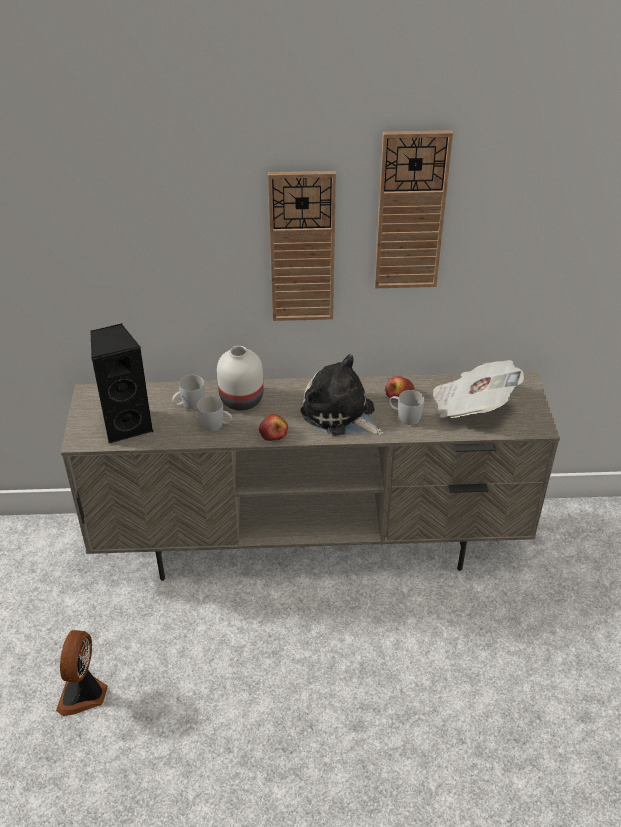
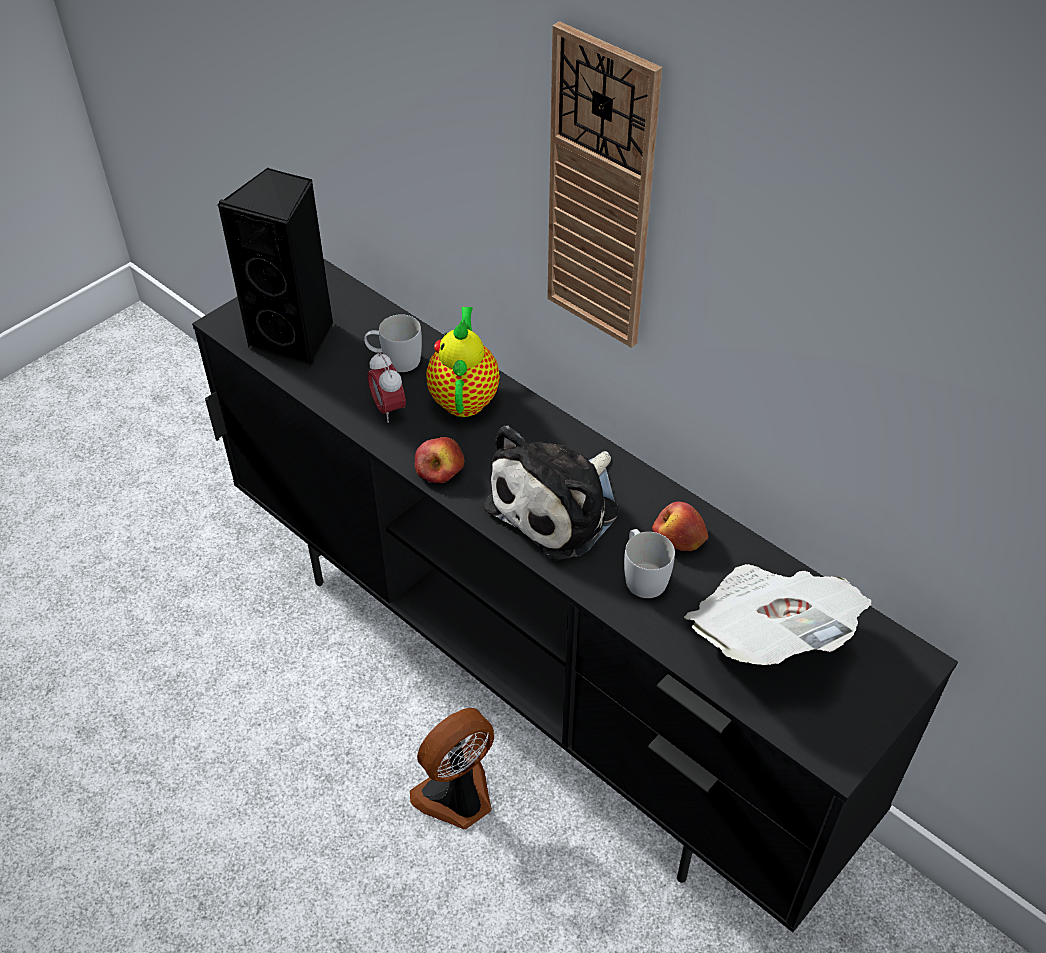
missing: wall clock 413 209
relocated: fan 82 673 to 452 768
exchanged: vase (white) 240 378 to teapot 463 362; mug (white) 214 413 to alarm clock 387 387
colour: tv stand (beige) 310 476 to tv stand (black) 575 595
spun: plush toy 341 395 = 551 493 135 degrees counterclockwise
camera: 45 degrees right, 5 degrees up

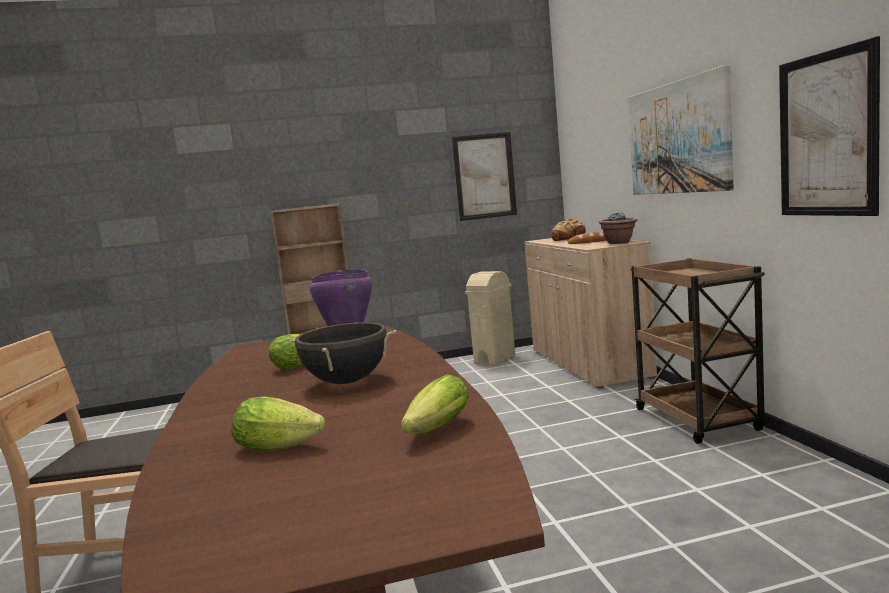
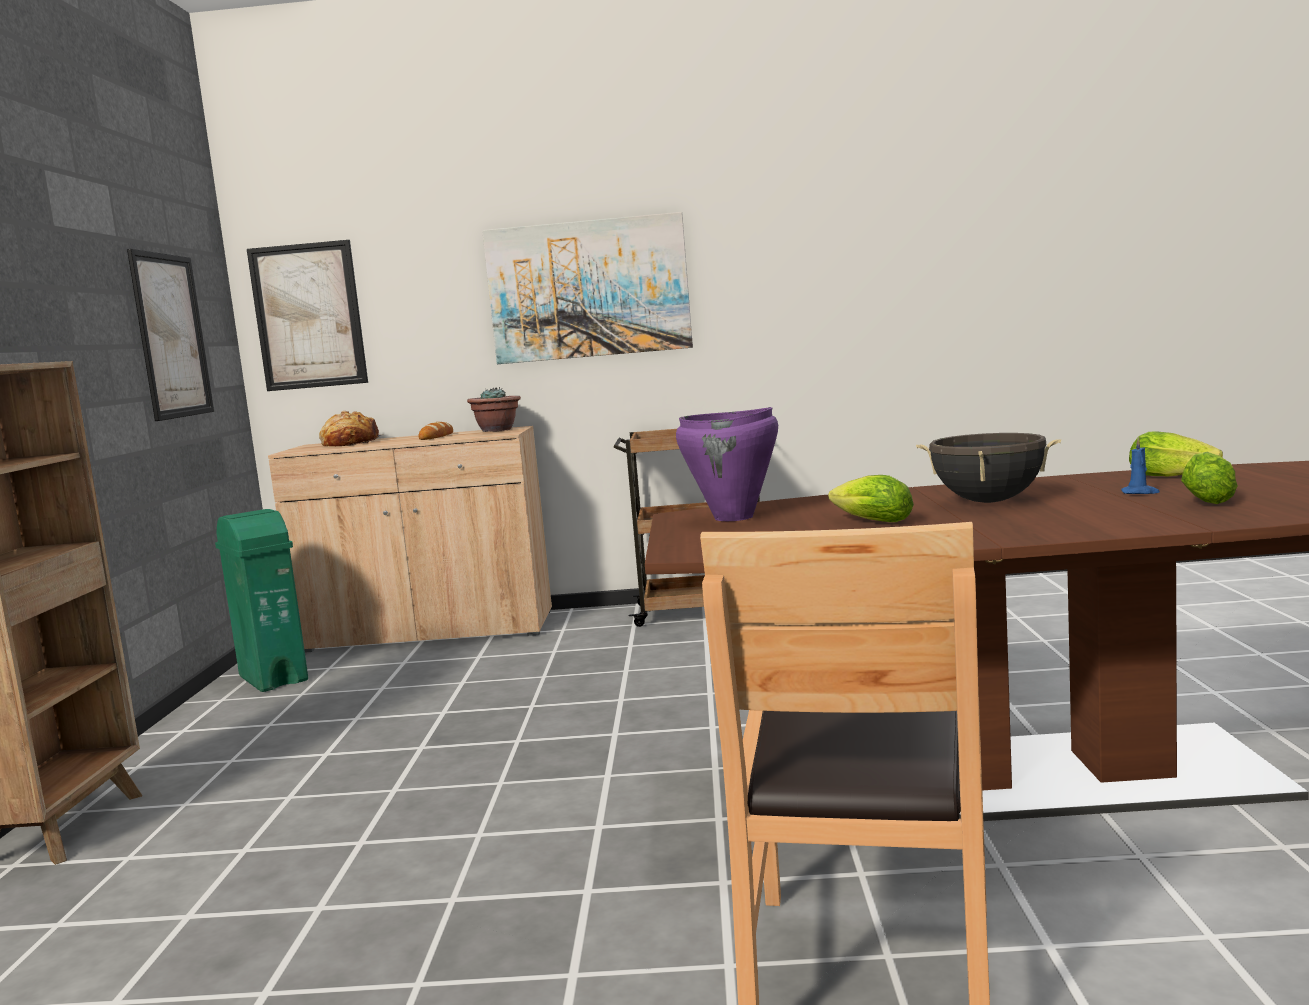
appeared: candle (blue) 1140 465
relocated: picture 829 126 to 307 315
colour: trash can (beige) 490 318 to trash can (green) 261 600
camera: 75 degrees left, 0 degrees up

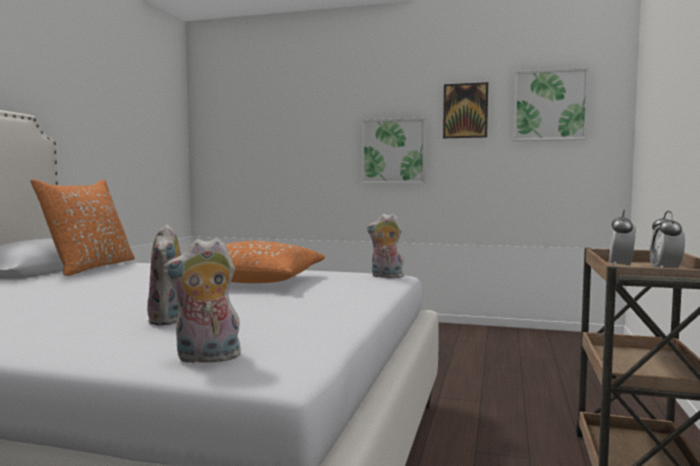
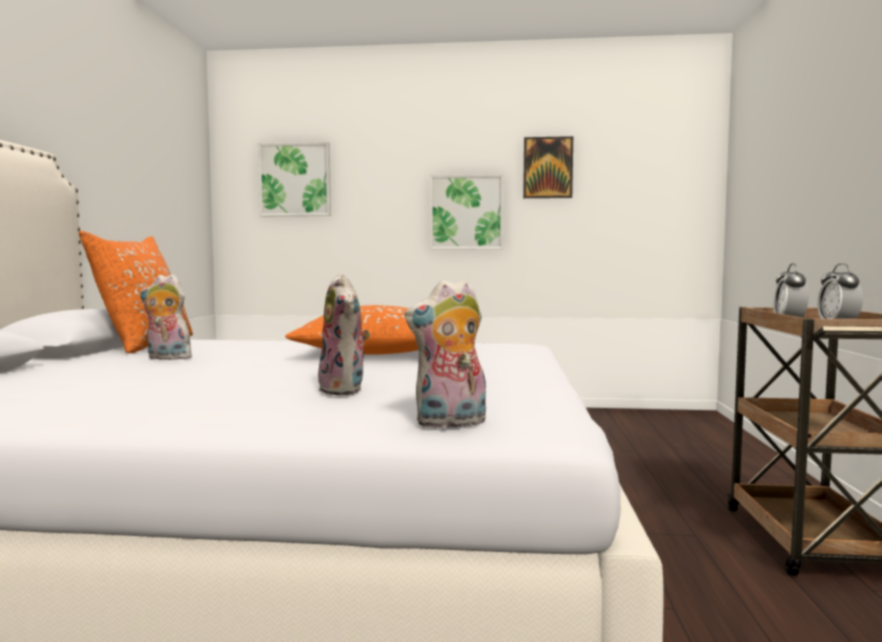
relocated: picture 551 104 to 294 179; plush toy 385 246 to 166 317
camera: 10 degrees left, 0 degrees up

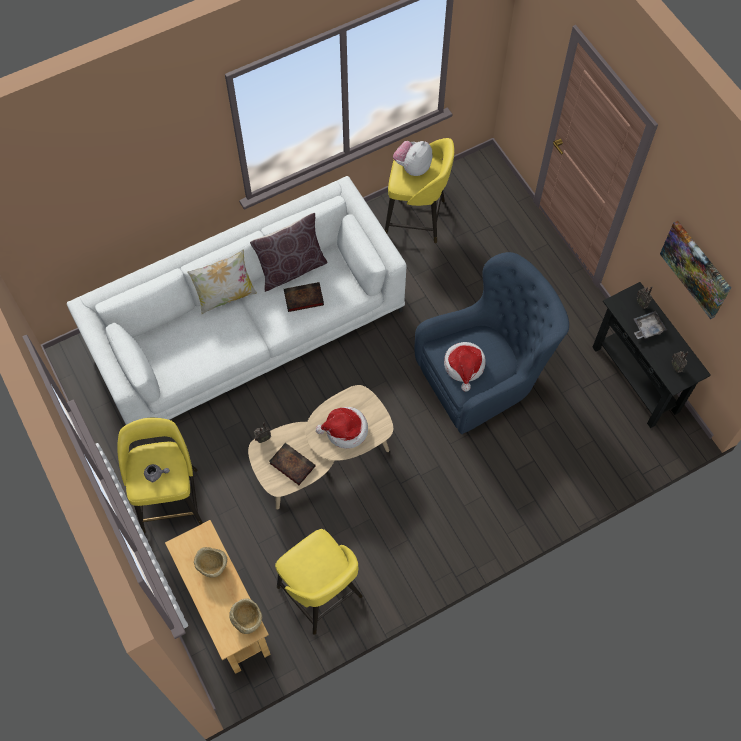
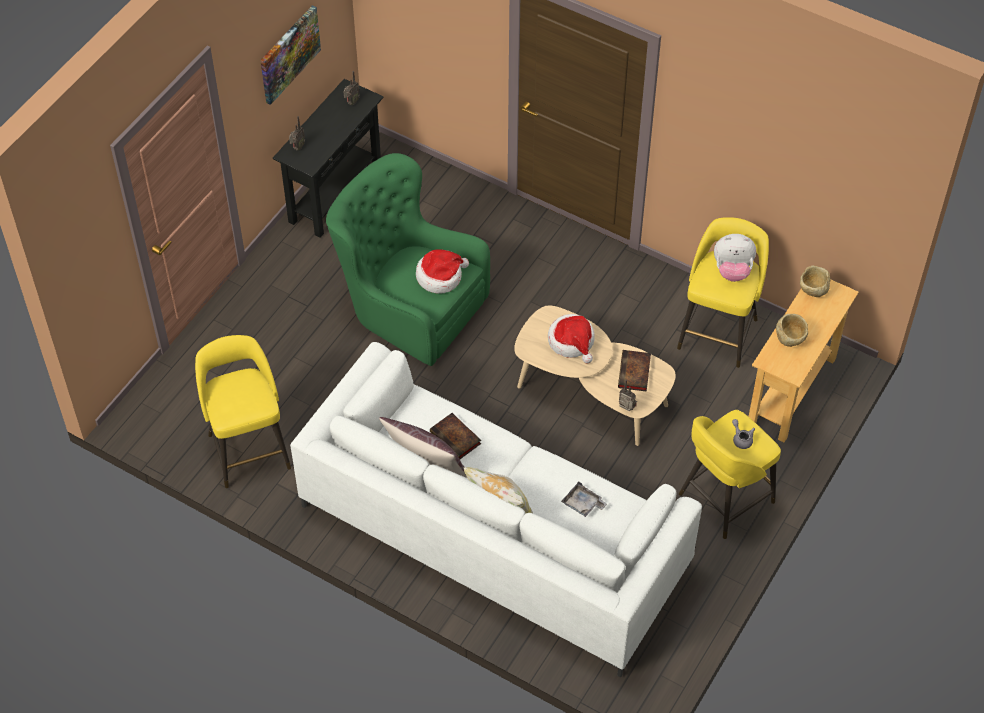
relocated: plush toy 413 158 to 735 258; tray (grey) 650 325 to 584 499
colour: armchair (blue) 492 343 to armchair (green) 408 259
camera: 120 degrees left, 10 degrees down

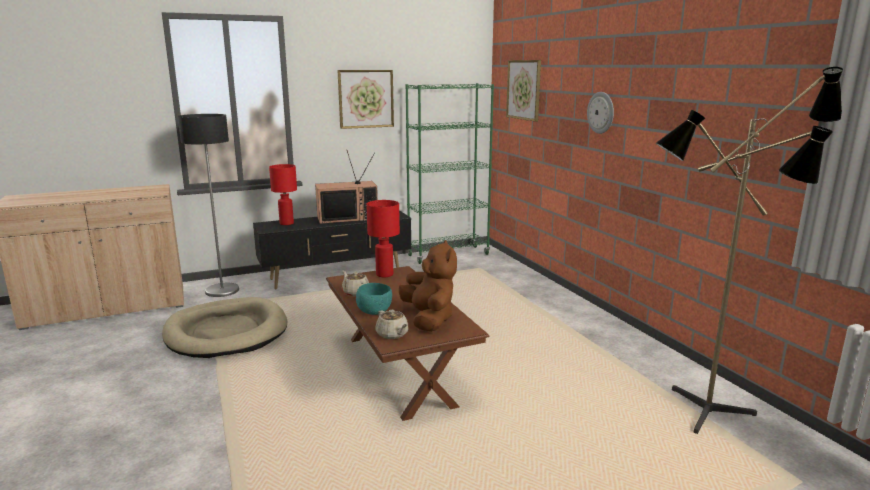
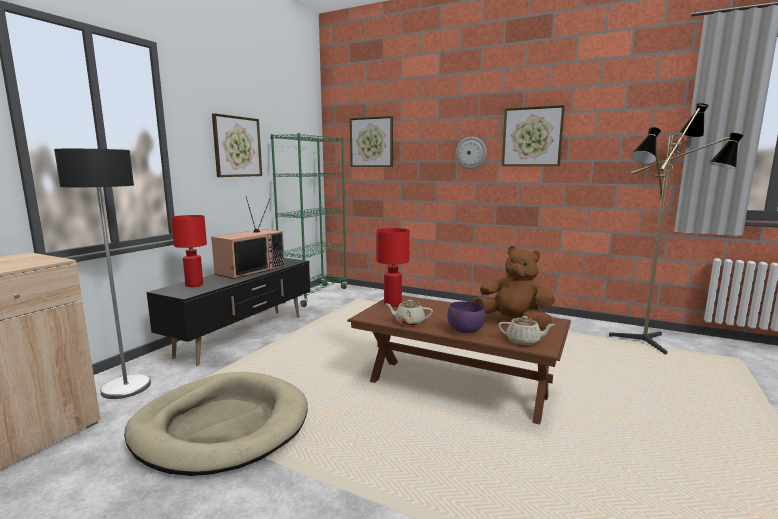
appeared: picture 533 135
colour: bowl (turquoise) 374 299 to bowl (purple) 466 317
camera: 40 degrees left, 5 degrees down

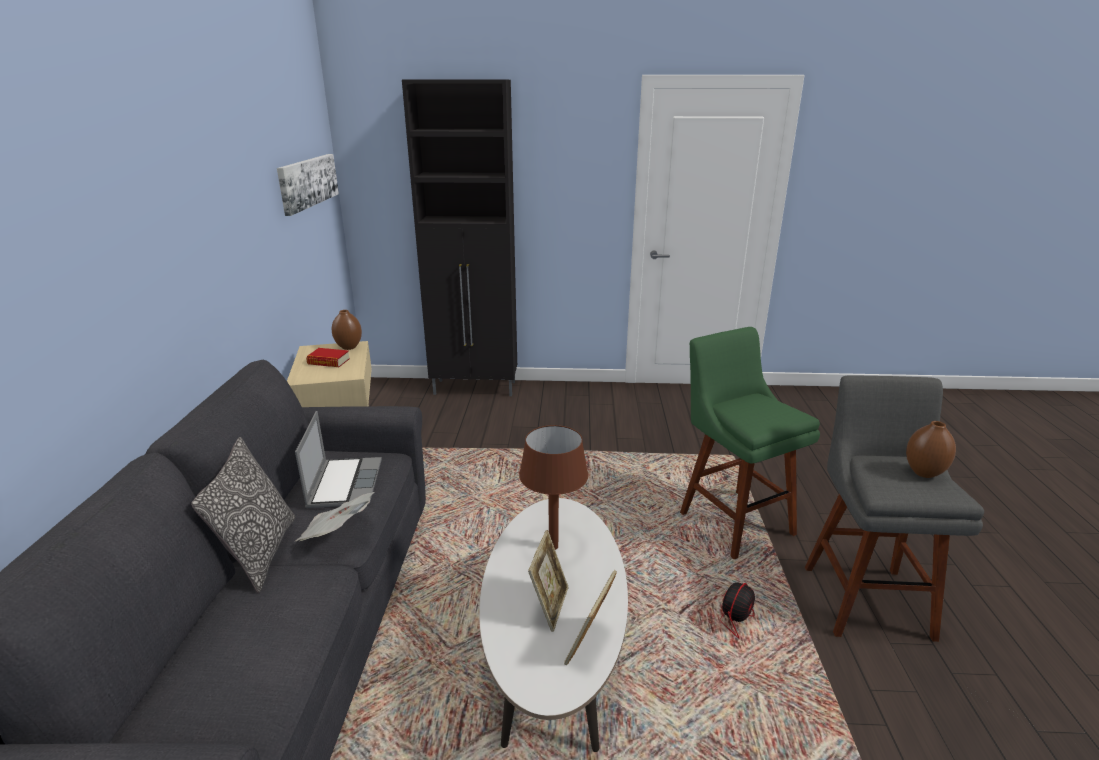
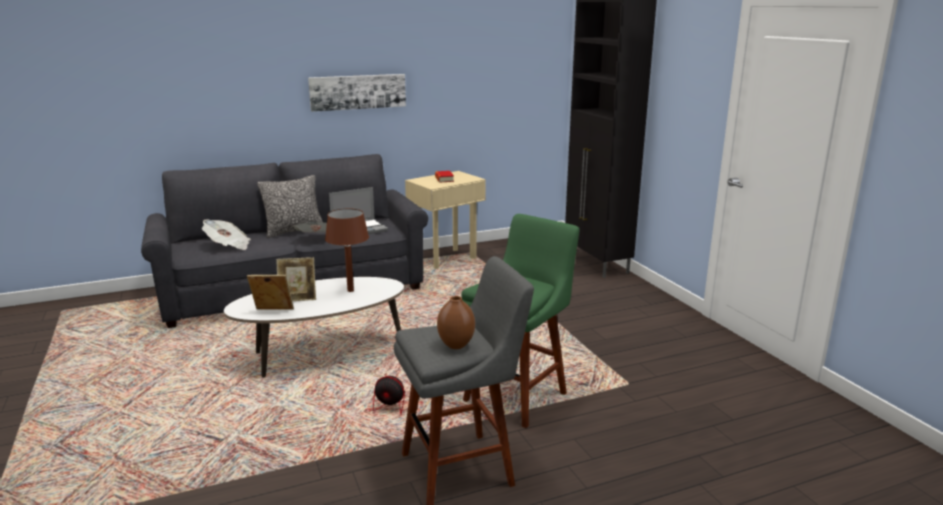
missing: vase (brown) 347 330
appeared: newspaper 226 234
relocated: picture 308 185 to 357 93
camera: 65 degrees right, 5 degrees down

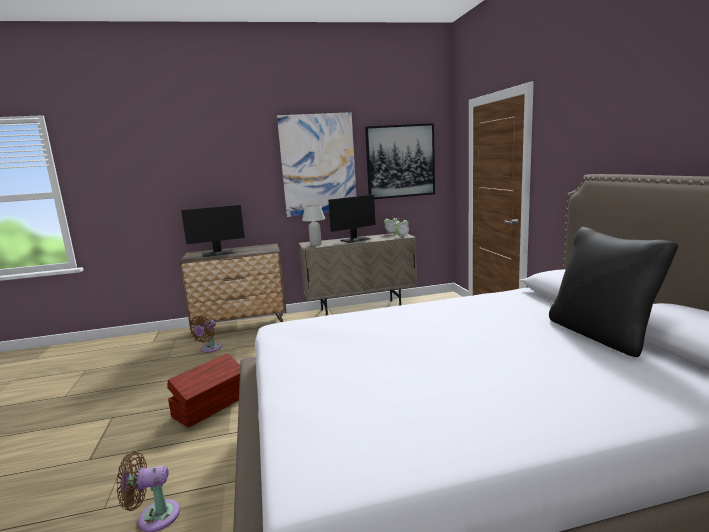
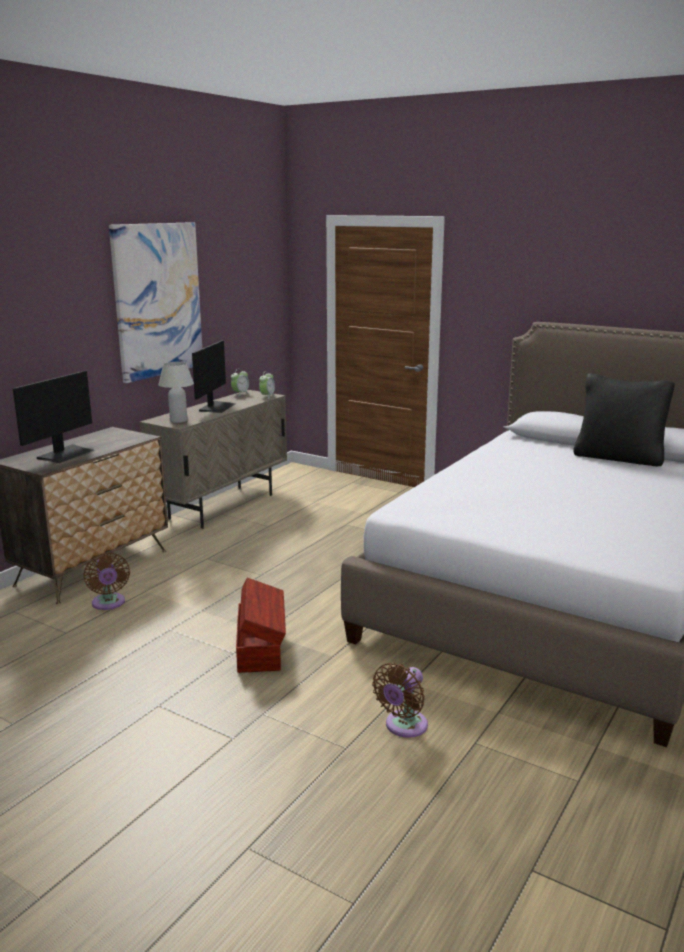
missing: picture 400 161
camera: 45 degrees left, 5 degrees up

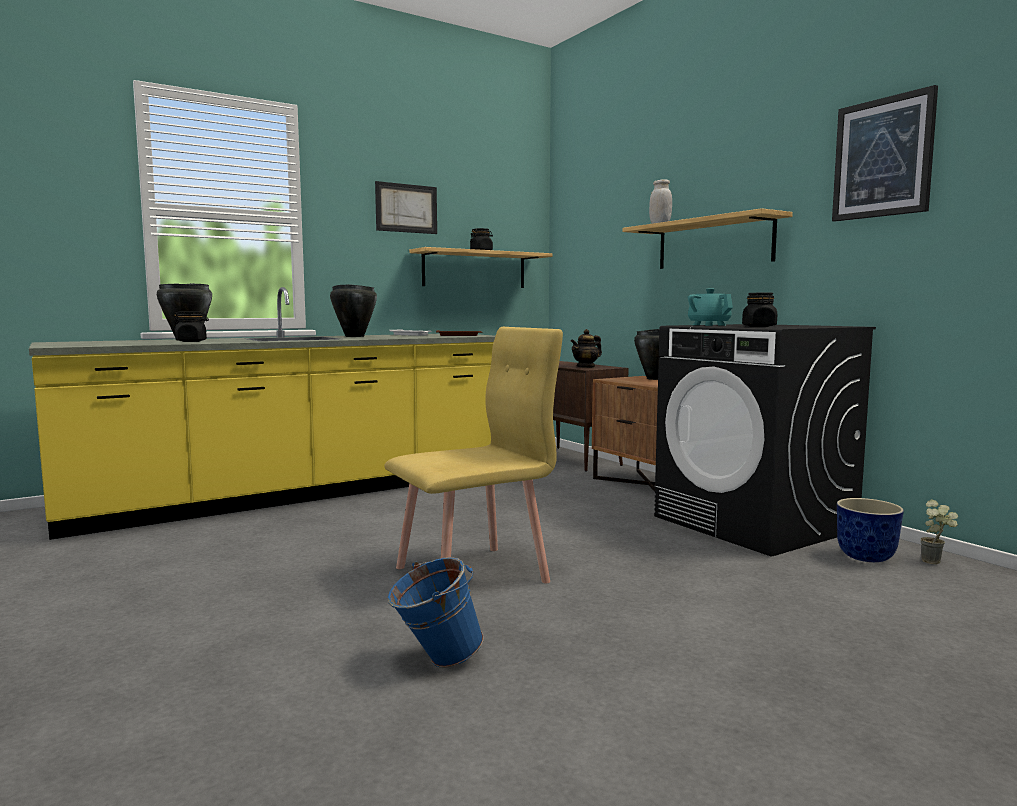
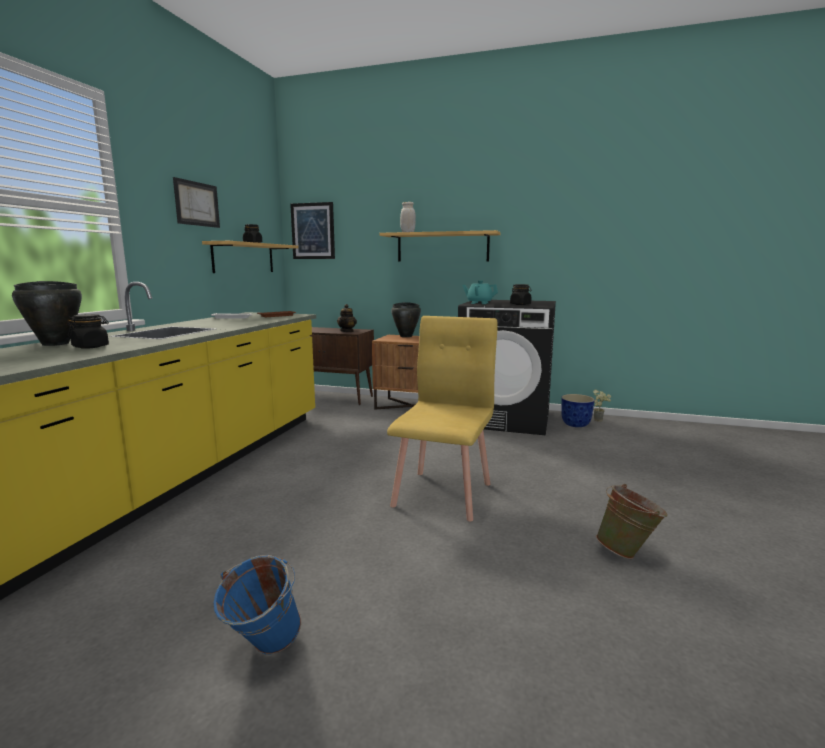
missing: cooking pot (black) 353 310
appeared: bucket (green) 631 521
relocated: picture 885 153 to 312 230; bucket (blue) 436 612 to 257 604
camera: 40 degrees left, 5 degrees up

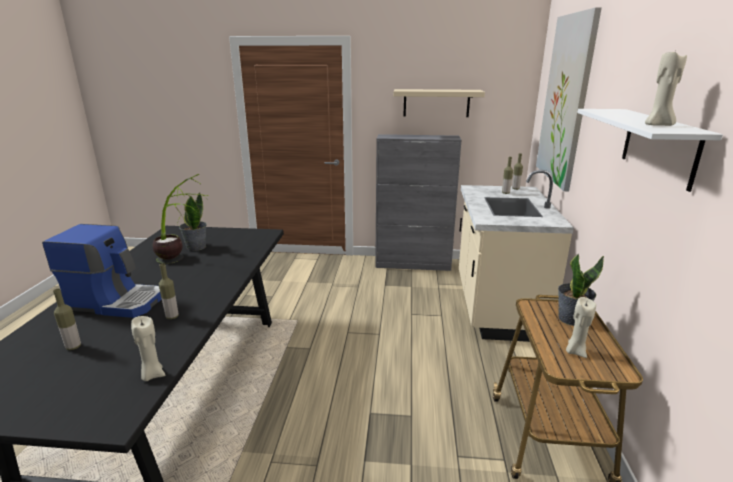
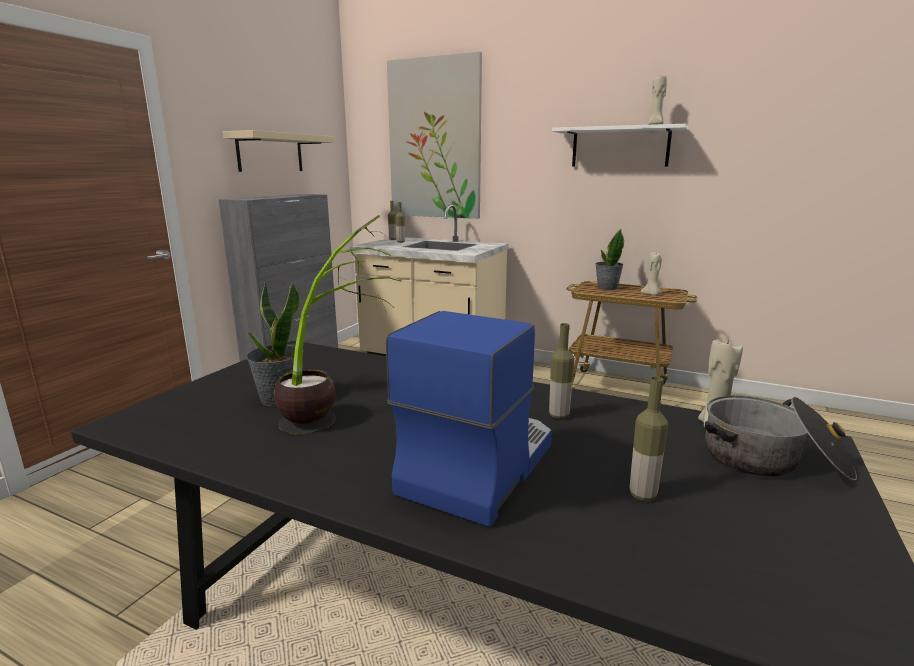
appeared: cooking pot 781 438
camera: 70 degrees left, 5 degrees down

